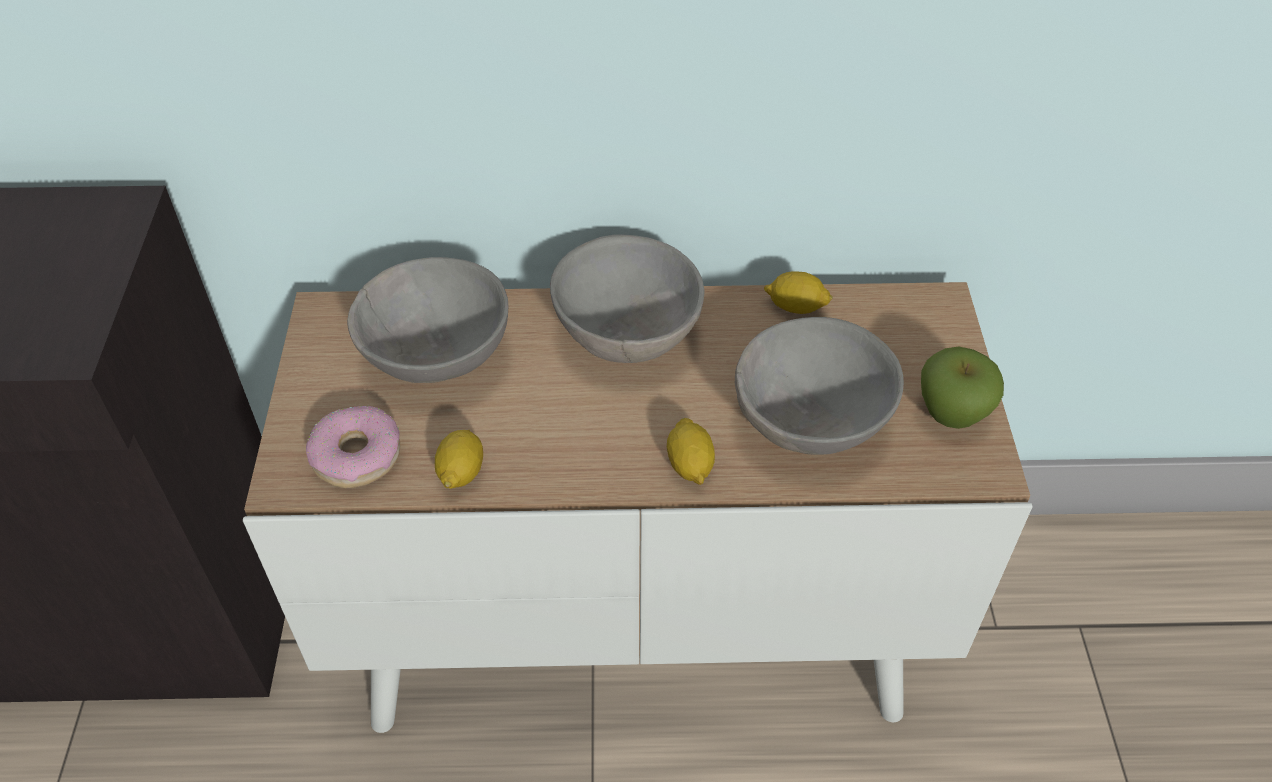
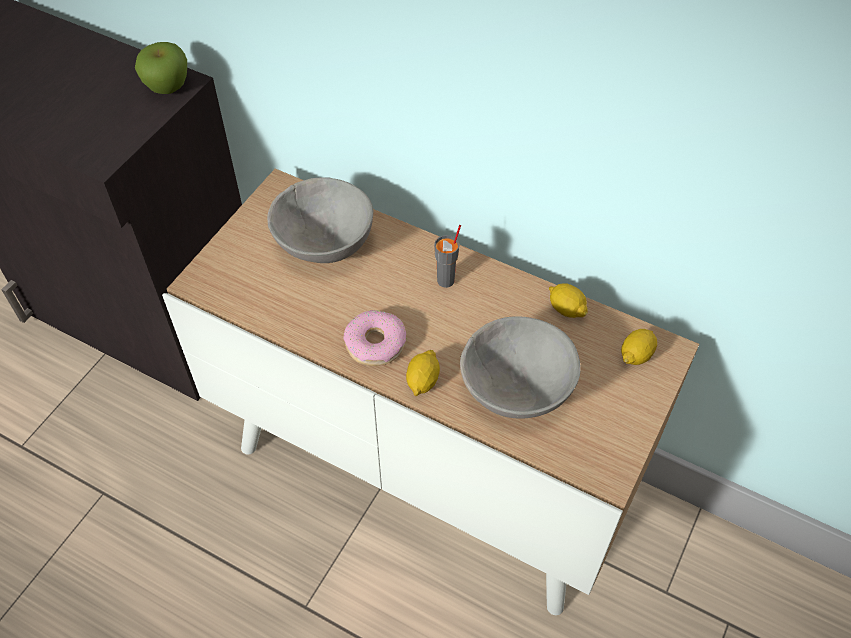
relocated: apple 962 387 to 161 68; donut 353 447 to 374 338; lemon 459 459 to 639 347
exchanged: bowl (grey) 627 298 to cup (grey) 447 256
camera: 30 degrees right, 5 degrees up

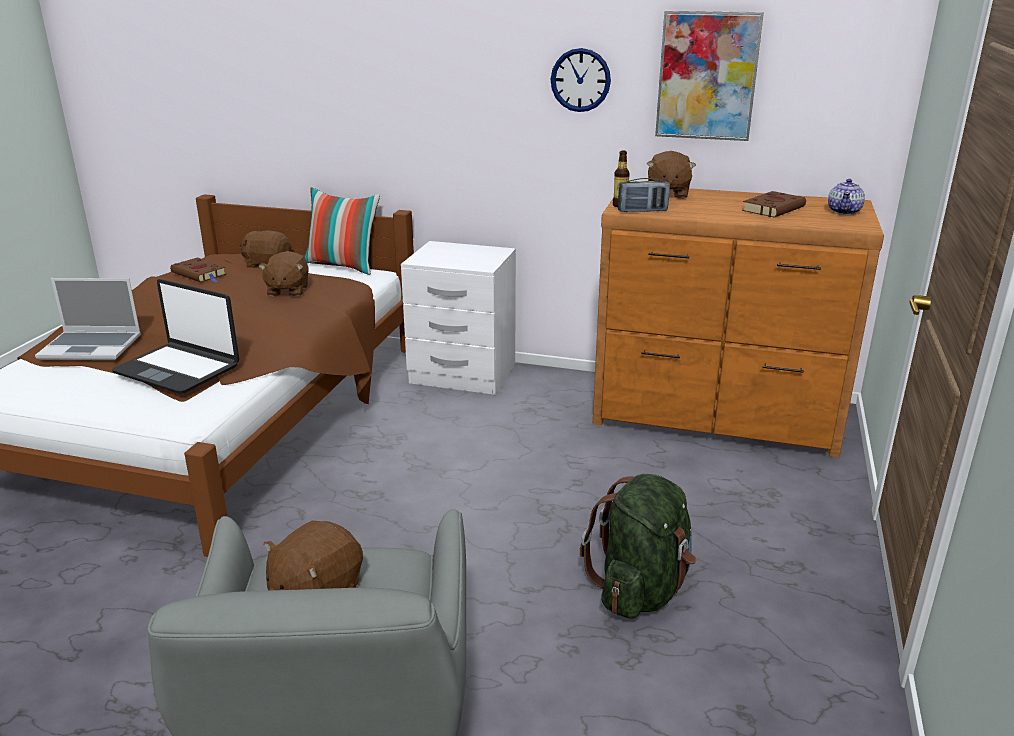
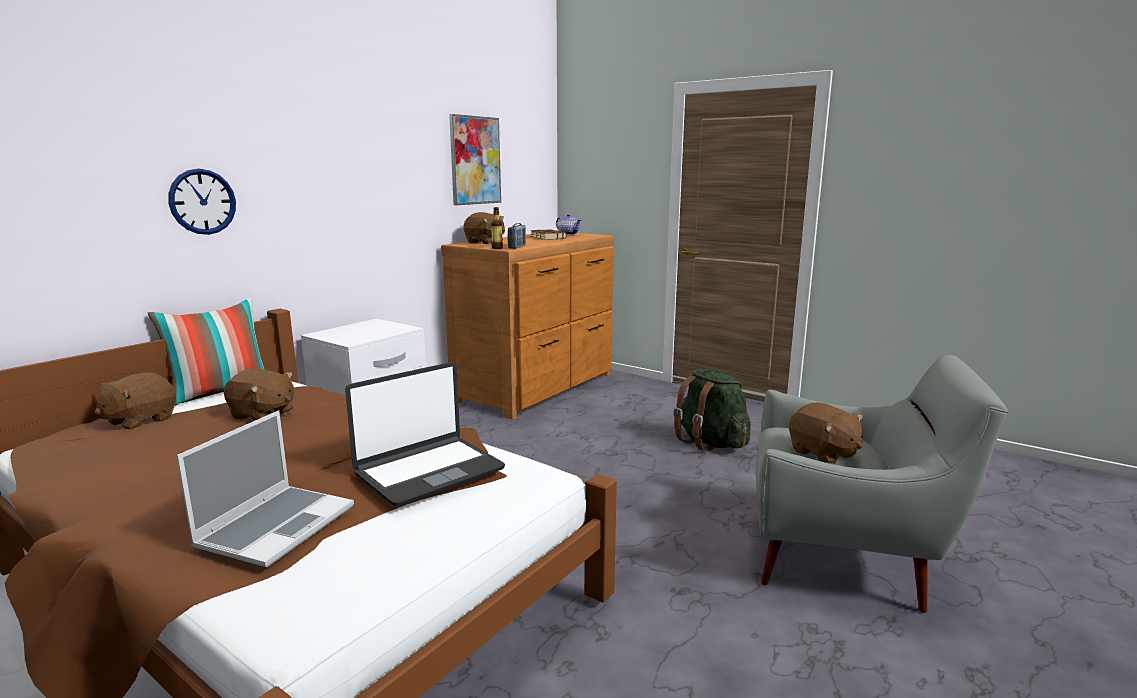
missing: book (brown) 198 269
relocated: wall clock 581 80 to 202 202
camera: 70 degrees left, 10 degrees down

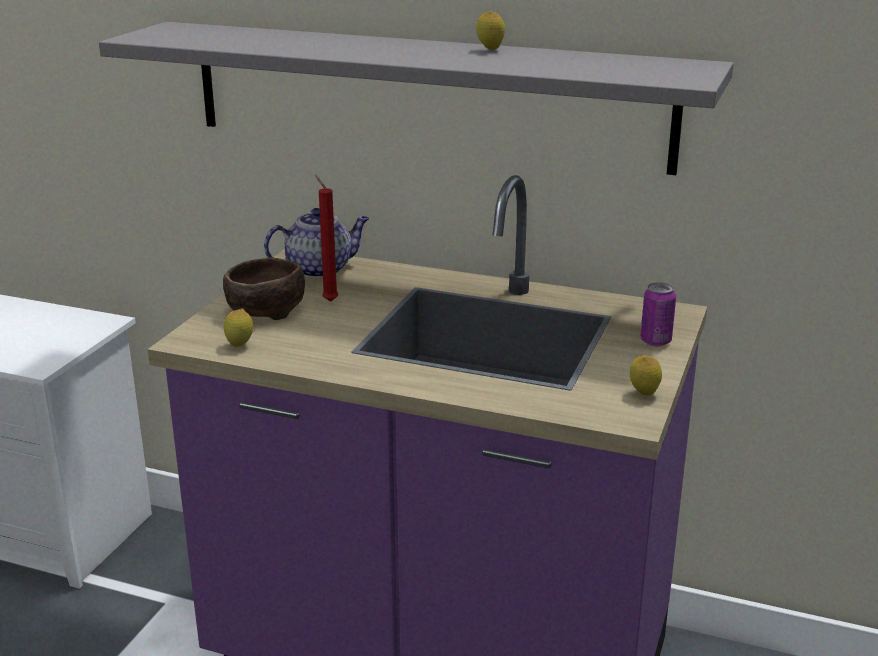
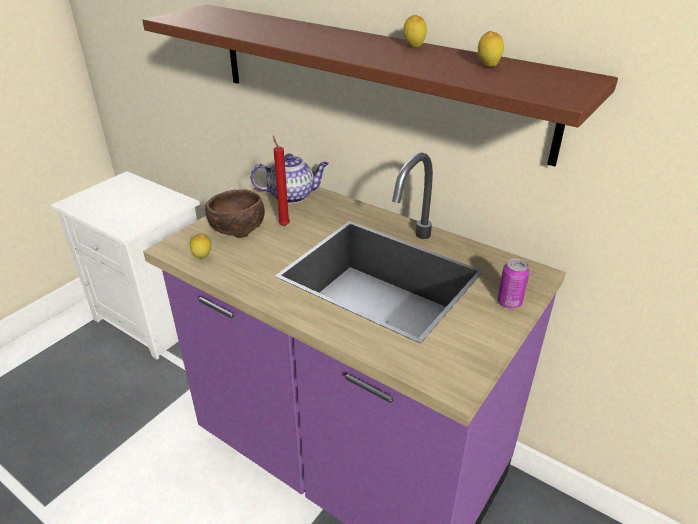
relocated: lemon 646 375 to 491 49
colour: shelf (grey) 416 98 to shelf (brown) 380 85
camera: 15 degrees right, 10 degrees up

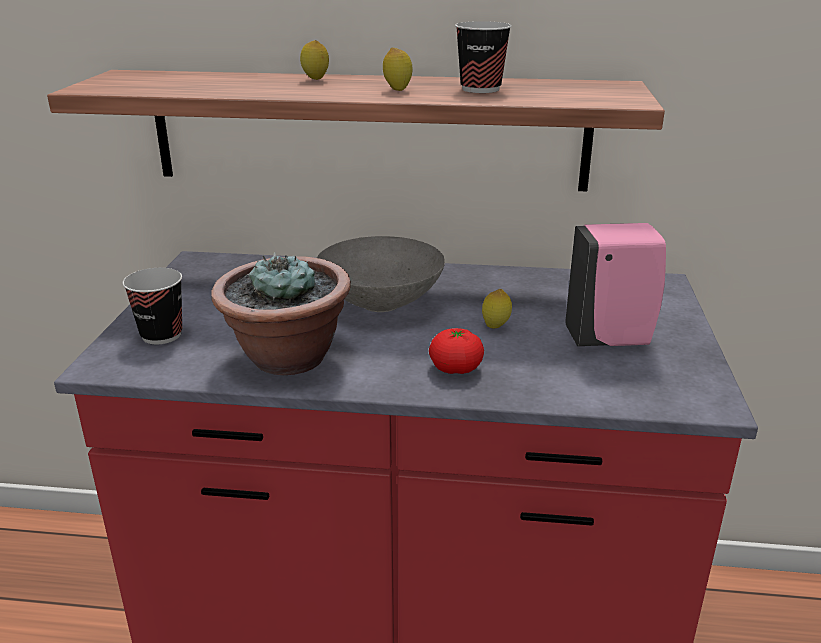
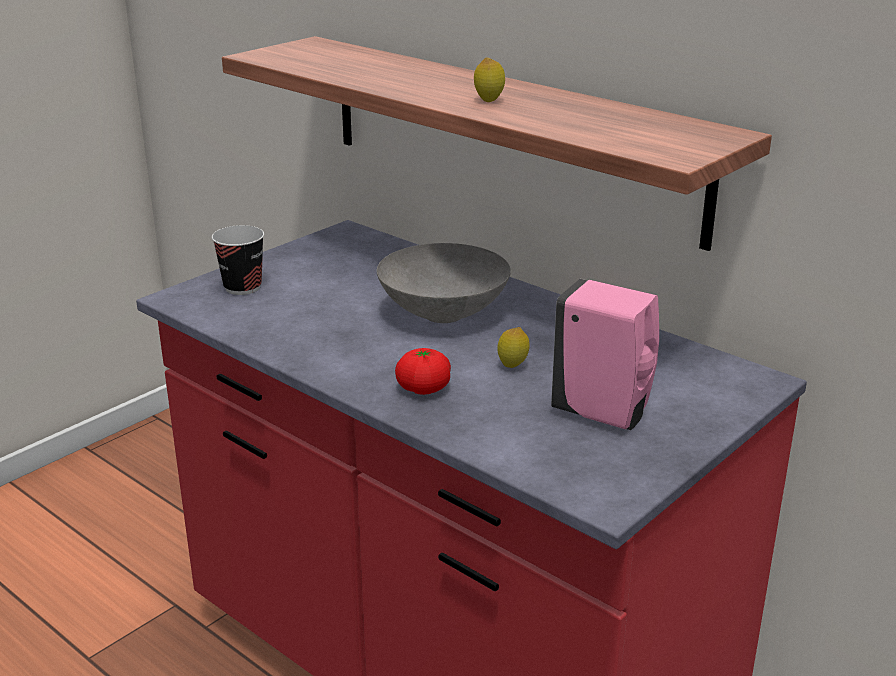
missing: cup 483 57; lemon 314 60; potted plant 281 313
camera: 35 degrees right, 0 degrees up

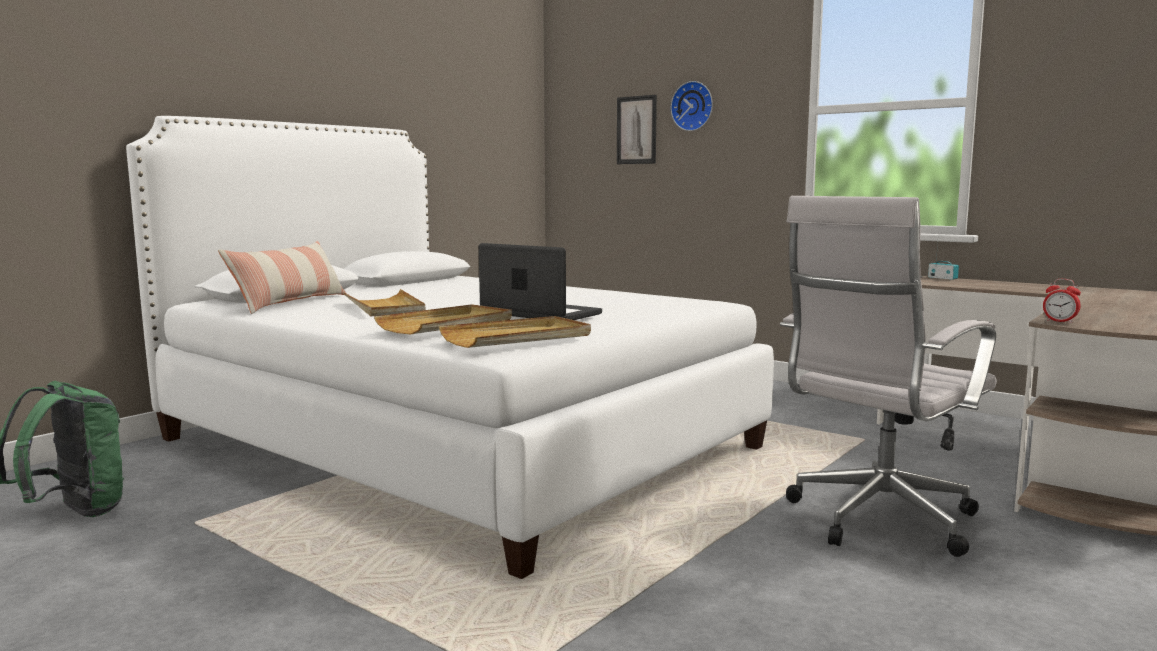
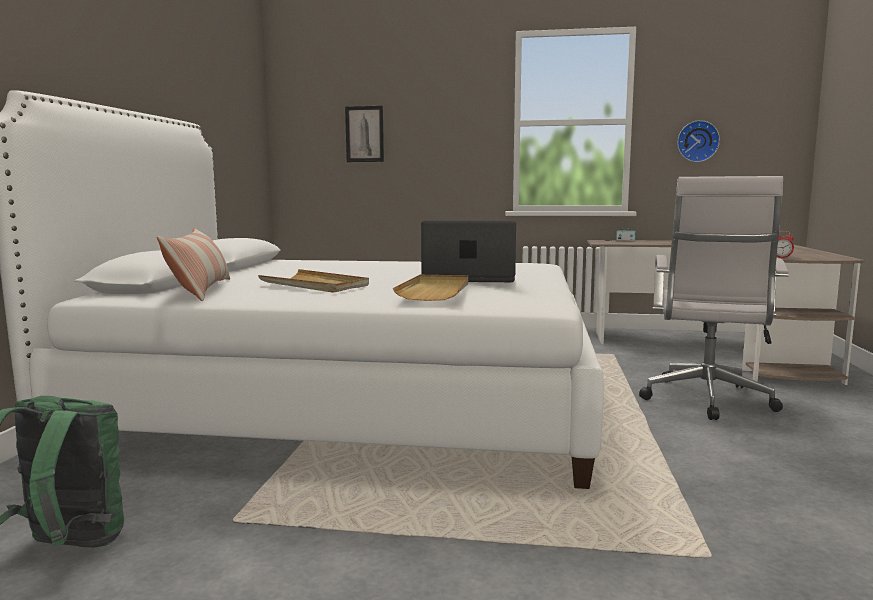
missing: tray (beige) 515 332
relocated: wall clock 692 106 to 698 141
camera: 30 degrees left, 0 degrees up

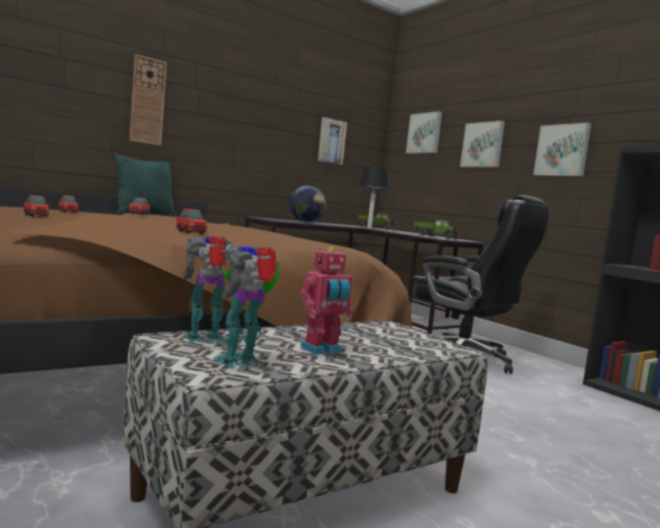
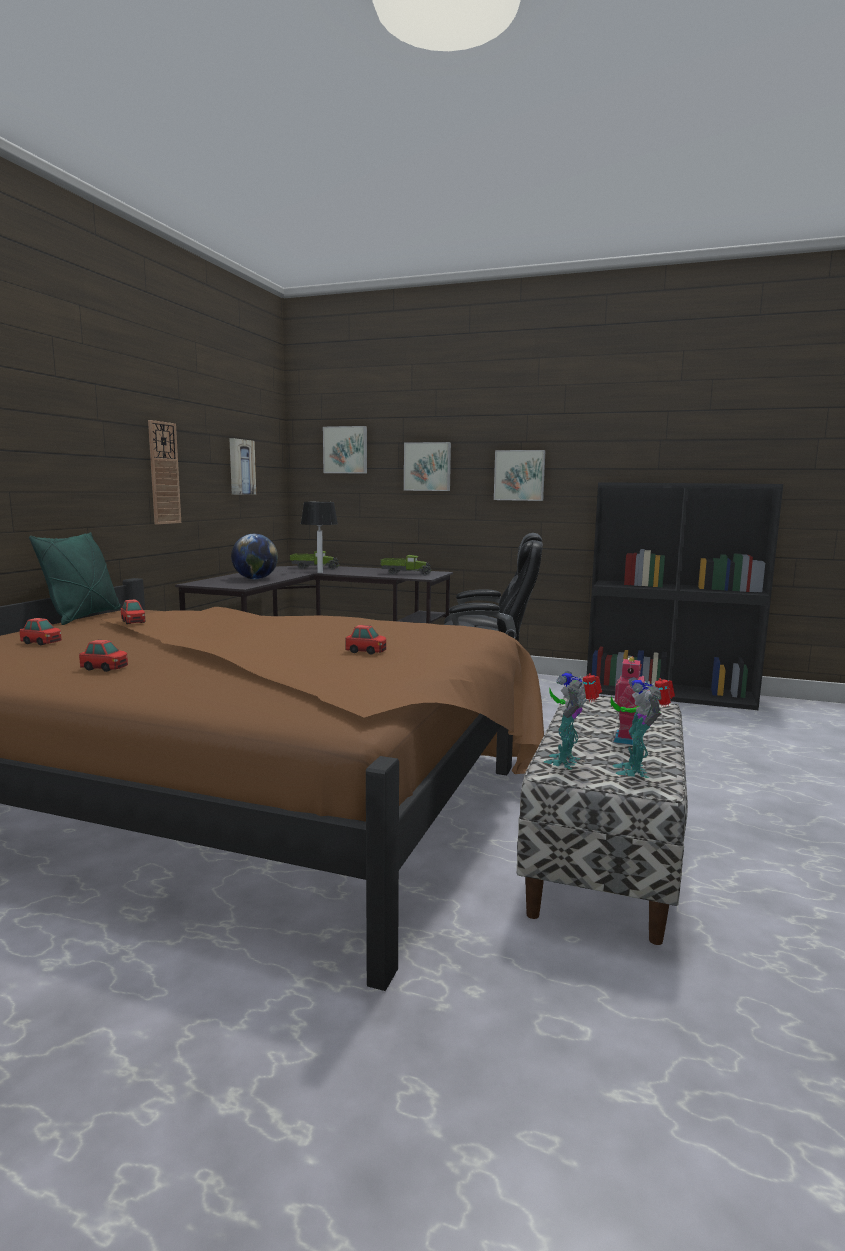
relocated: wall clock 148 100 to 164 472
camera: 35 degrees left, 5 degrees up

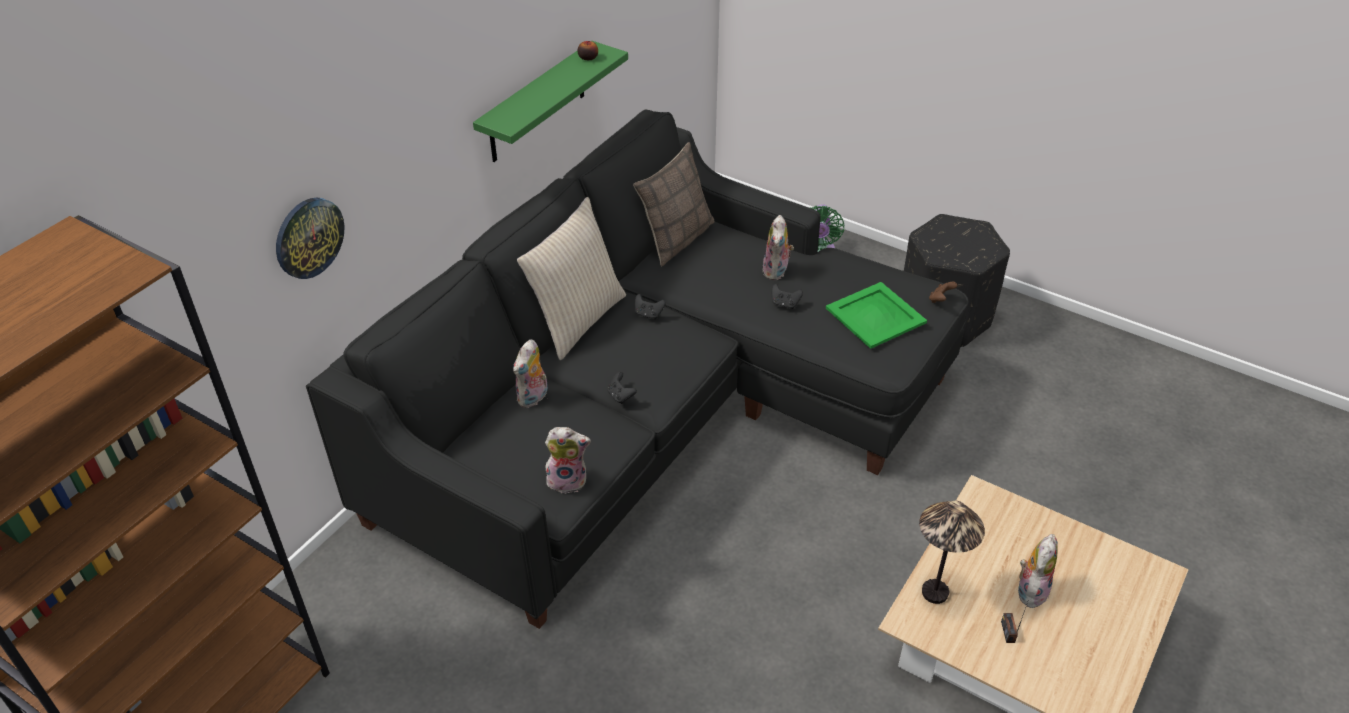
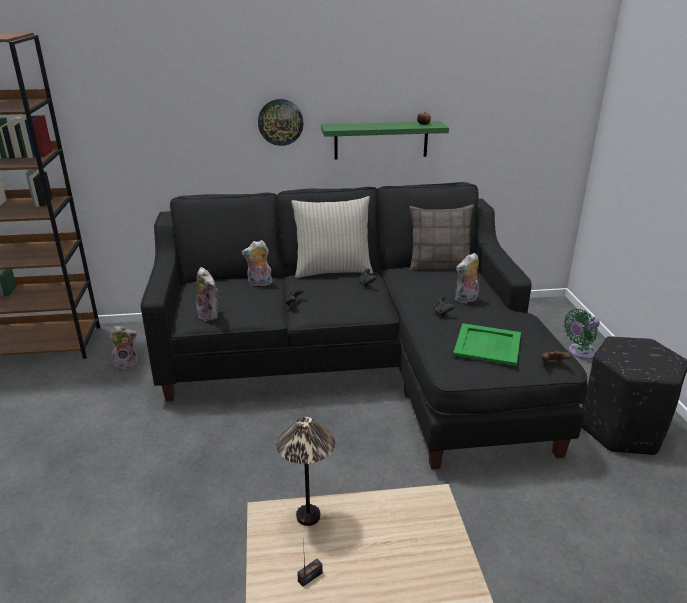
relocated: wall clock 310 238 to 281 122; plush toy 1038 571 to 123 347
camera: 50 degrees right, 15 degrees down

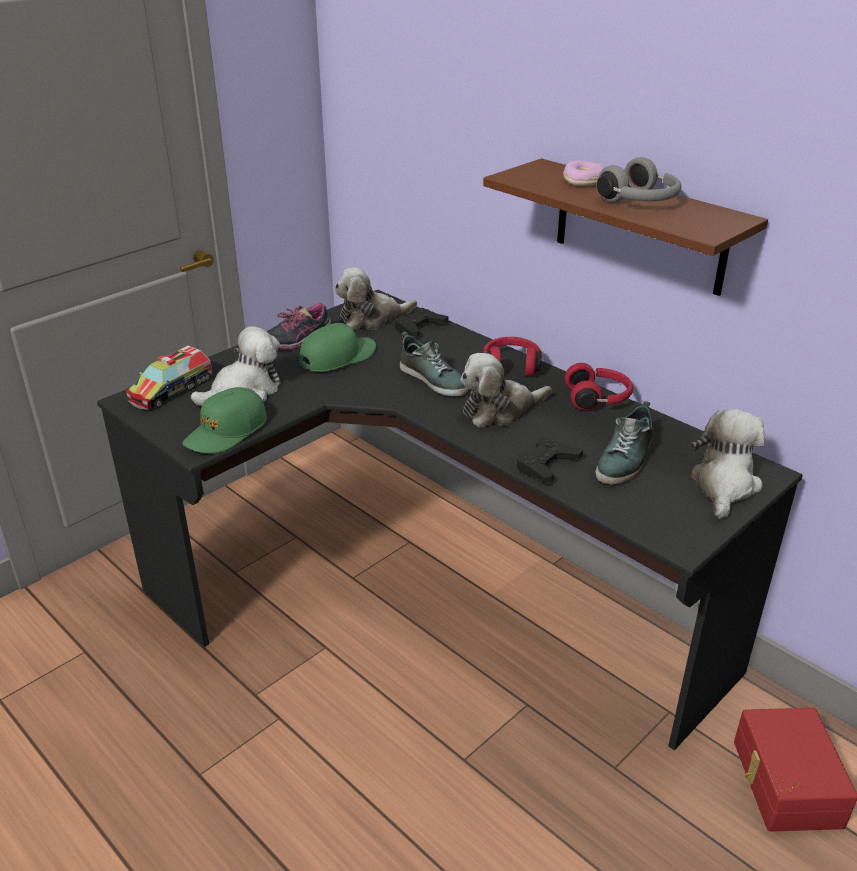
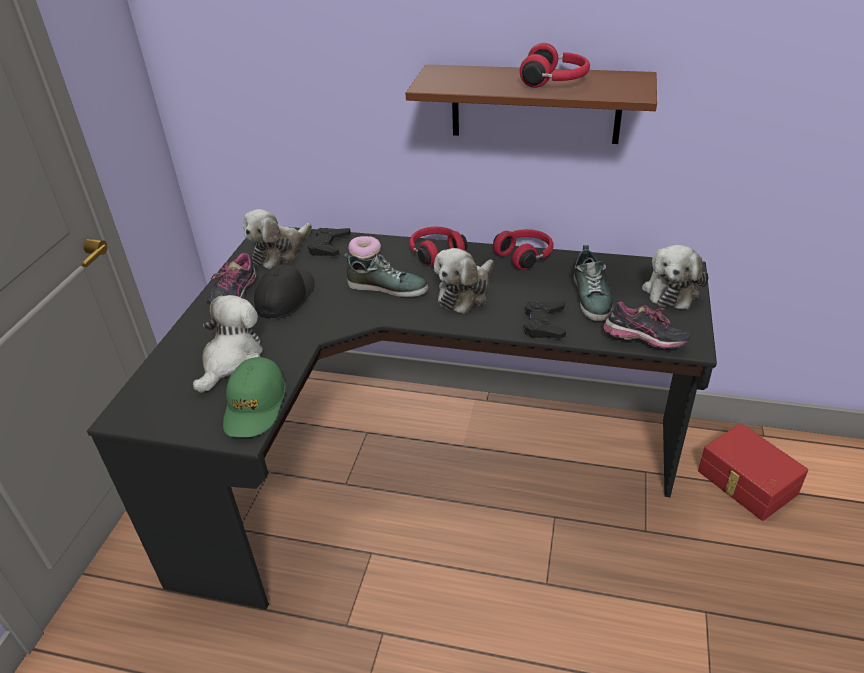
missing: toy truck 169 377
appeared: shoe 646 325
relocated: donut 583 173 to 364 247
colour: headphones (grey) 639 179 to headphones (red) 555 65; cap (green) 337 347 to cap (black) 284 292
spun: plush toy 728 464 = 675 277 150 degrees counterclockwise
camera: 30 degrees left, 5 degrees up

